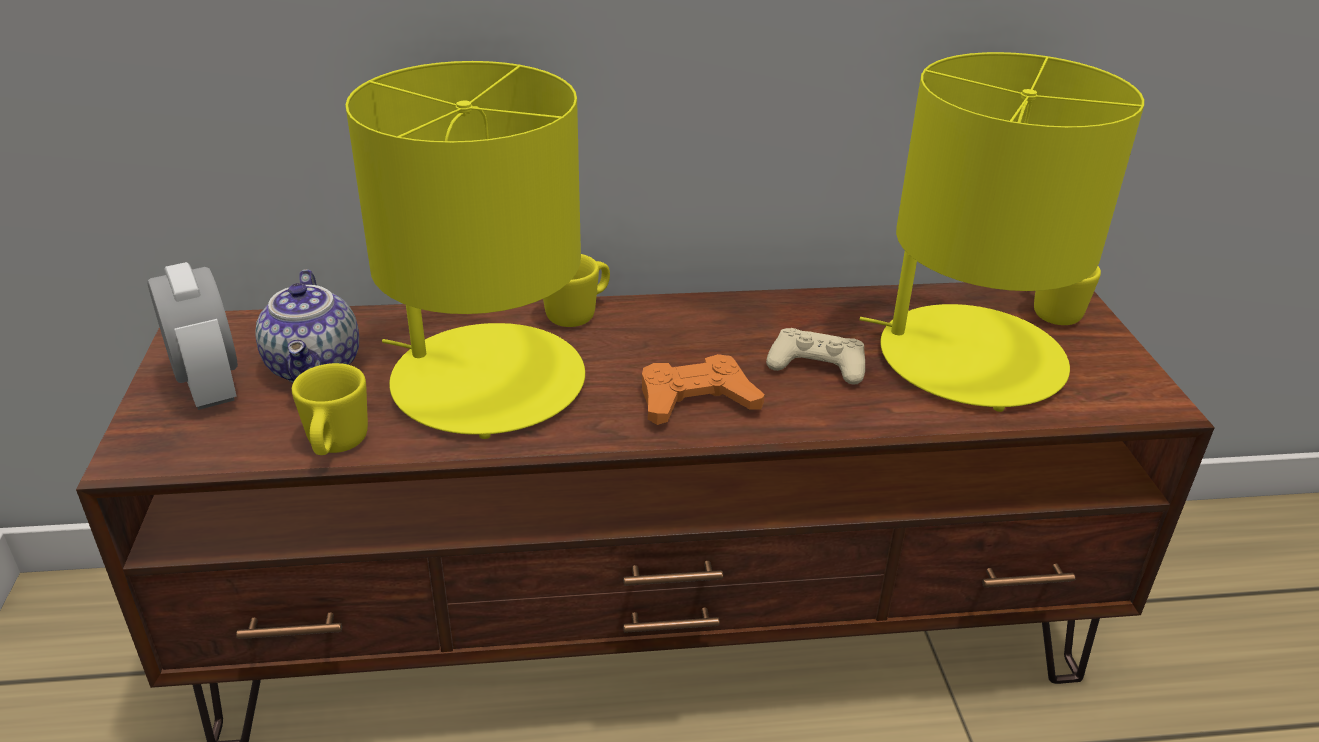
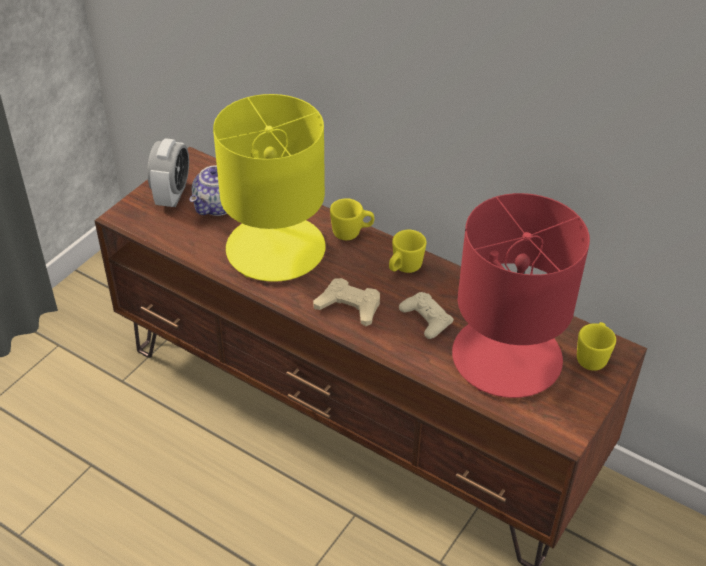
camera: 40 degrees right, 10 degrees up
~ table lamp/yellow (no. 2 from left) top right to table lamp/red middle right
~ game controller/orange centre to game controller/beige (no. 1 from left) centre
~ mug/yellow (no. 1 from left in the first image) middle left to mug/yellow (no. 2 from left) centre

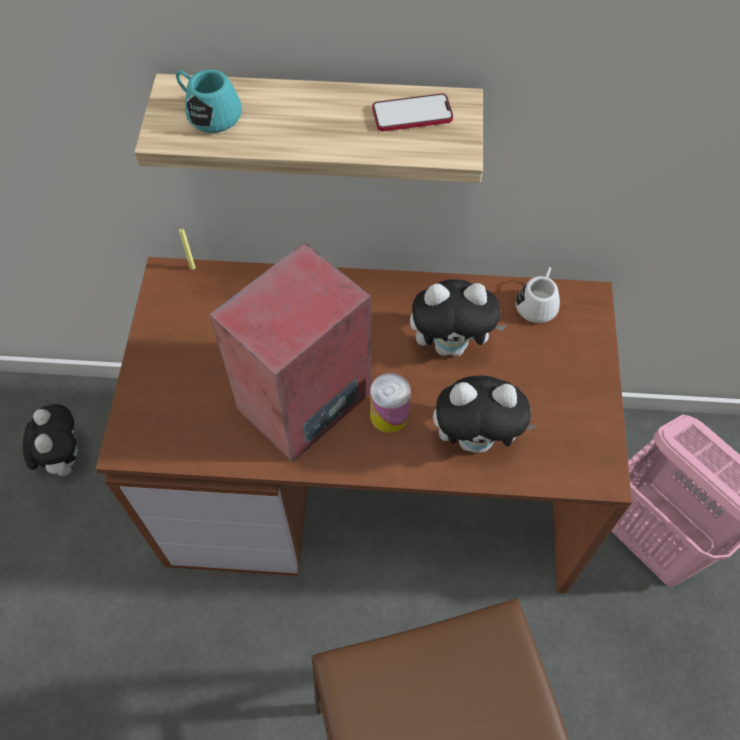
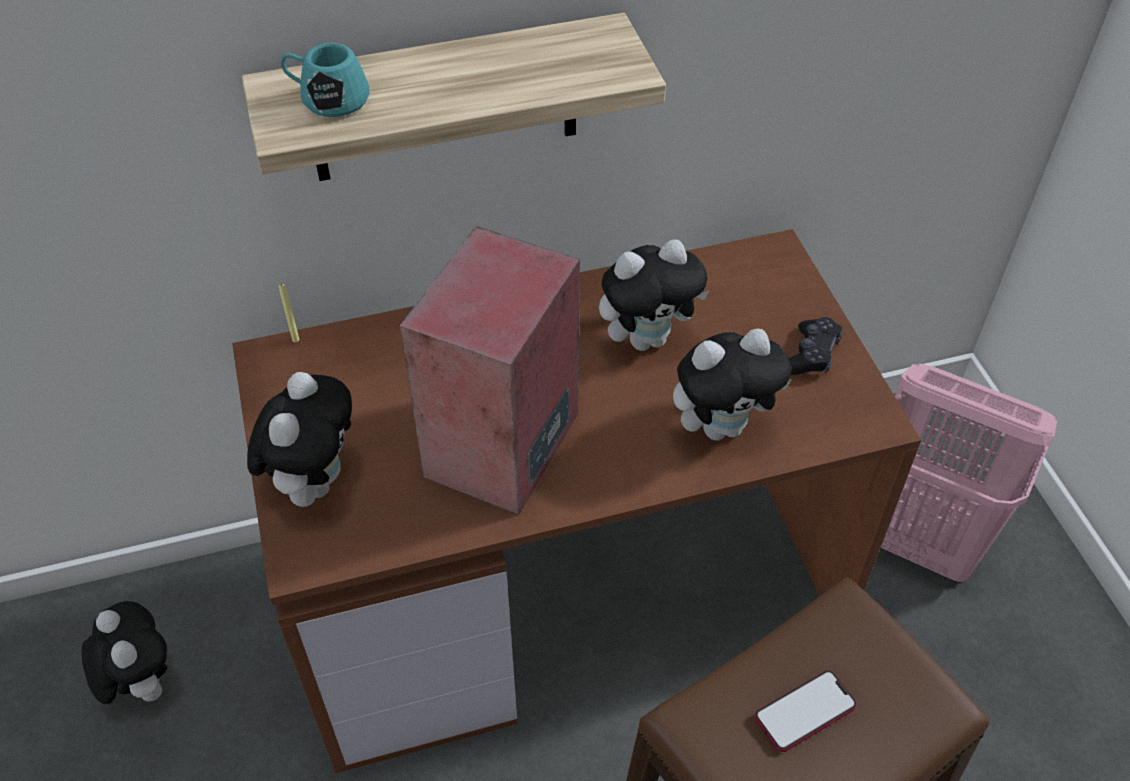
camera: 20 degrees left, 10 degrees down
~ phone top centre to bottom right
- mug/white middle right
- can centre
+ game controller/black middle right
+ plush toy (no. 2 from left) middle left

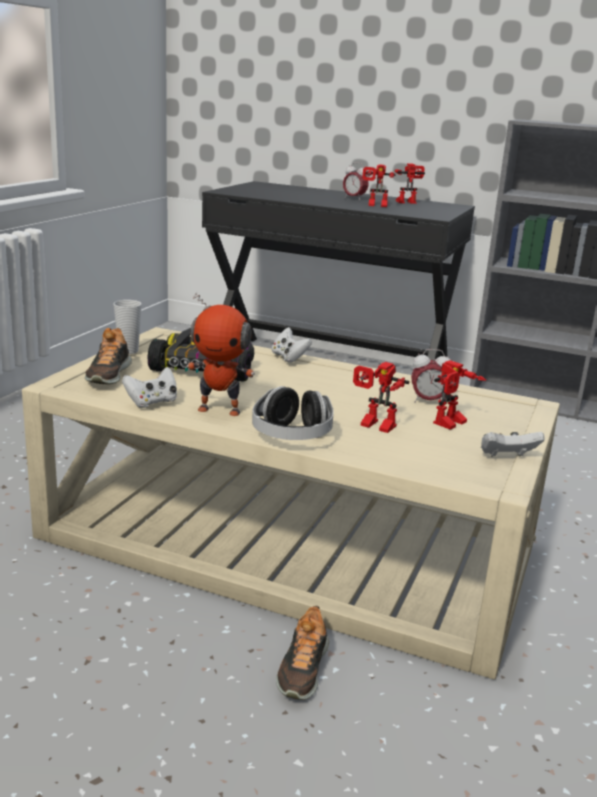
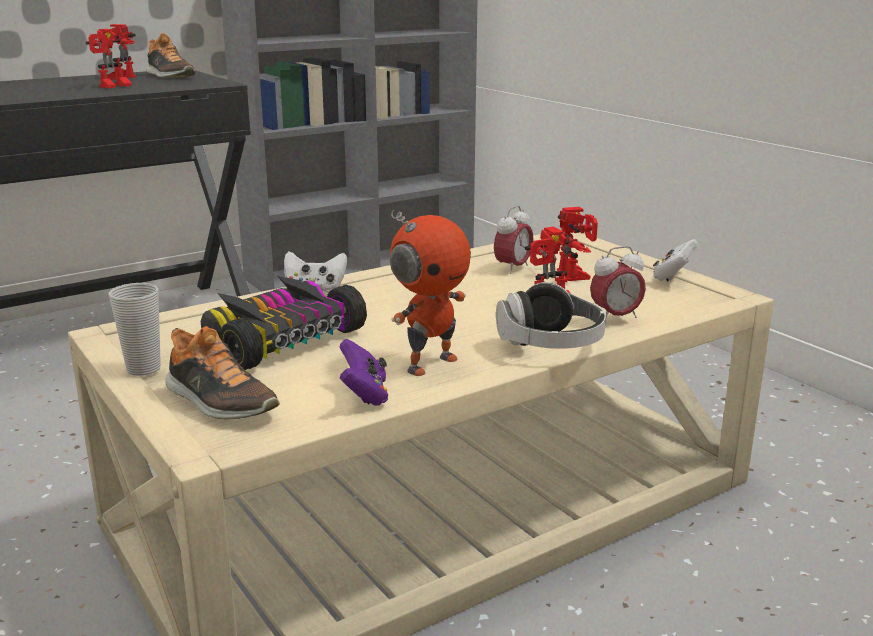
camera: 55 degrees left, 0 degrees up
~ alarm clock (no. 1 from left in the first image) top centre to alarm clock (no. 2 from left) middle right
~ game controller/white (no. 1 from left) middle left to game controller/purple centre
~ shoe (no. 2 from left in the first image) bottom centre to shoe (no. 1 from left) top left

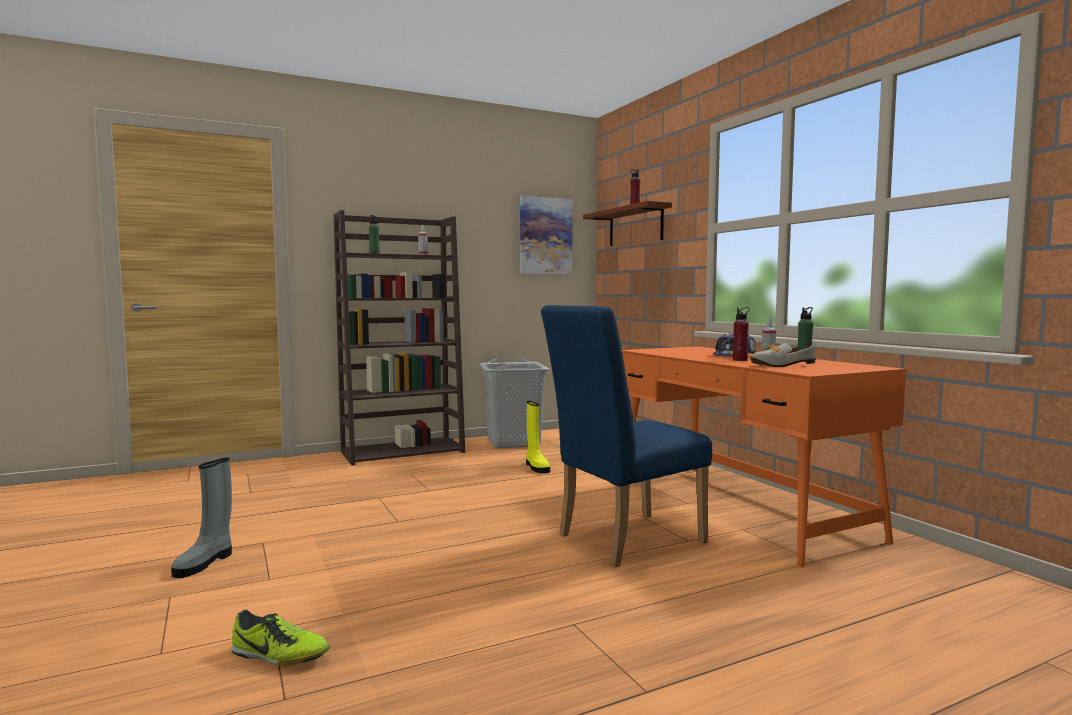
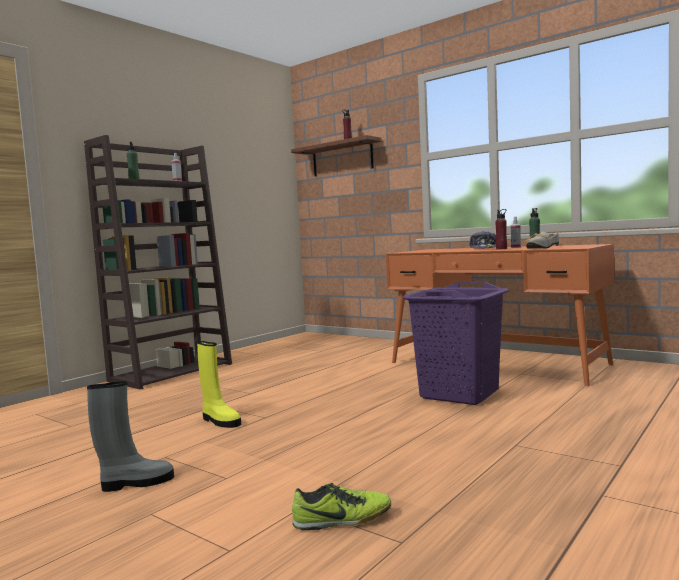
camera: 25 degrees left, 0 degrees up
- picture top centre
~ chair/blue centre to laundry basket/purple middle right
- laundry basket/grey centre
~ boot/yellow centre to middle left
~ boot/grey bottom left = bottom left 105 degrees counterclockwise

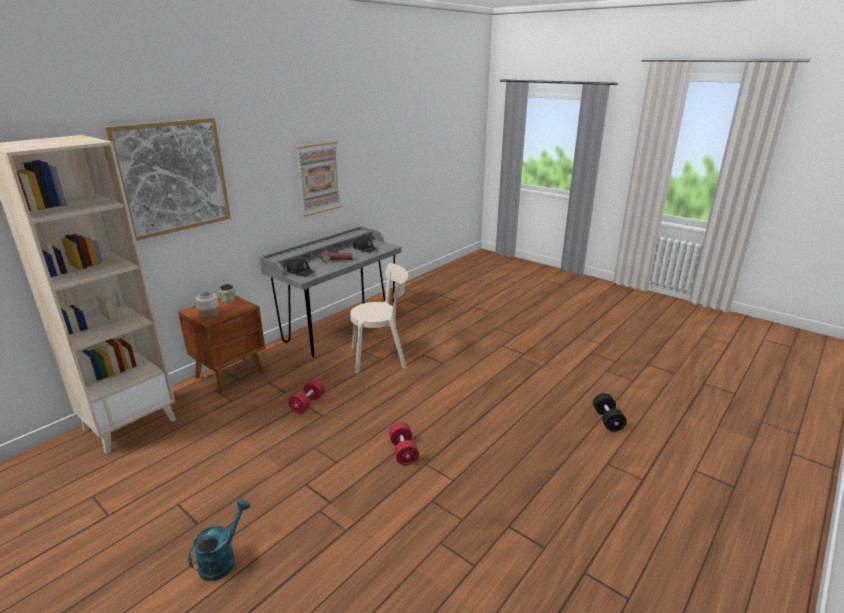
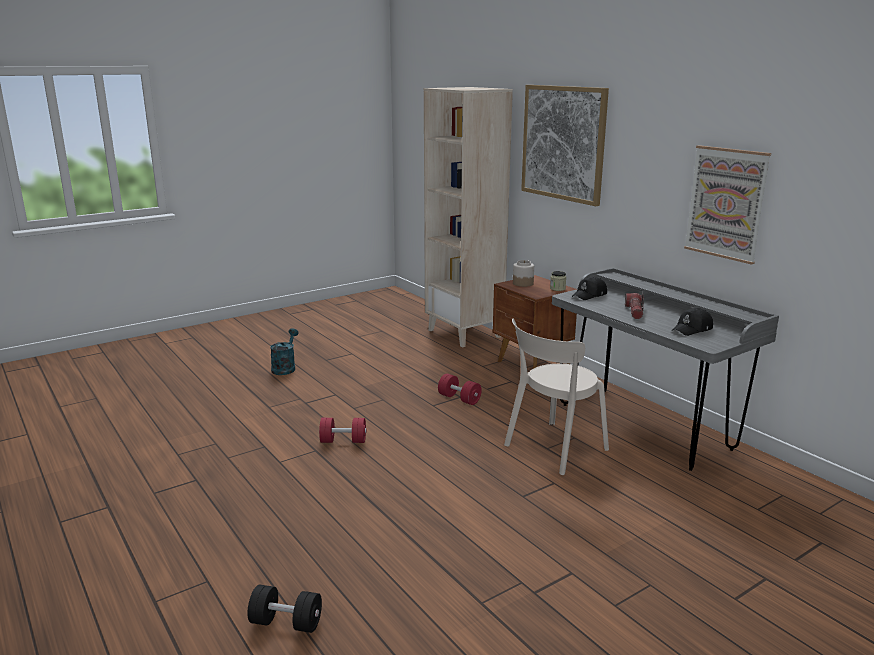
camera: 105 degrees right, 5 degrees down
~ chair/beige centre = centre 45 degrees clockwise
~ watering can/turquoise bottom left = middle left 120 degrees counterclockwise

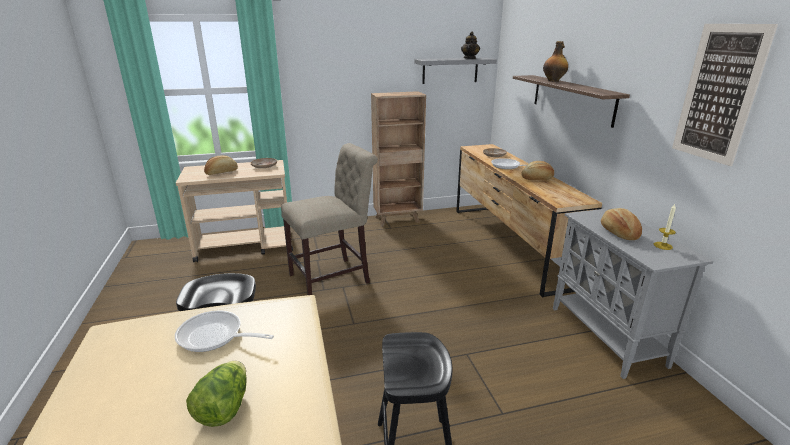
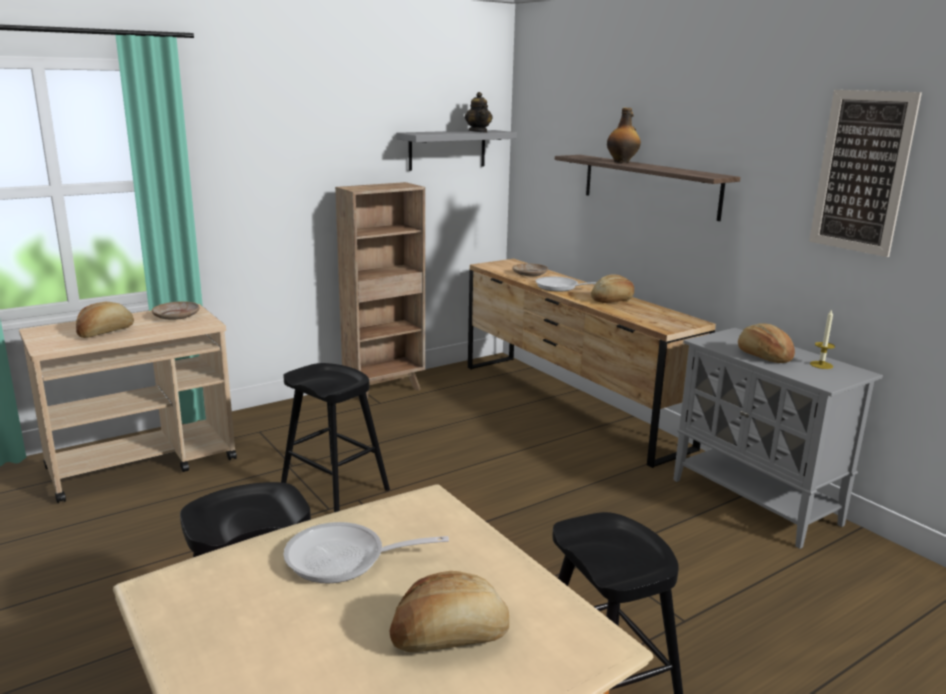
camera: 20 degrees left, 5 degrees down
~ chair/beige centre to stool/black (no. 2 from left) centre
~ lettuce bottom left to bread (no. 2 from left) bottom centre

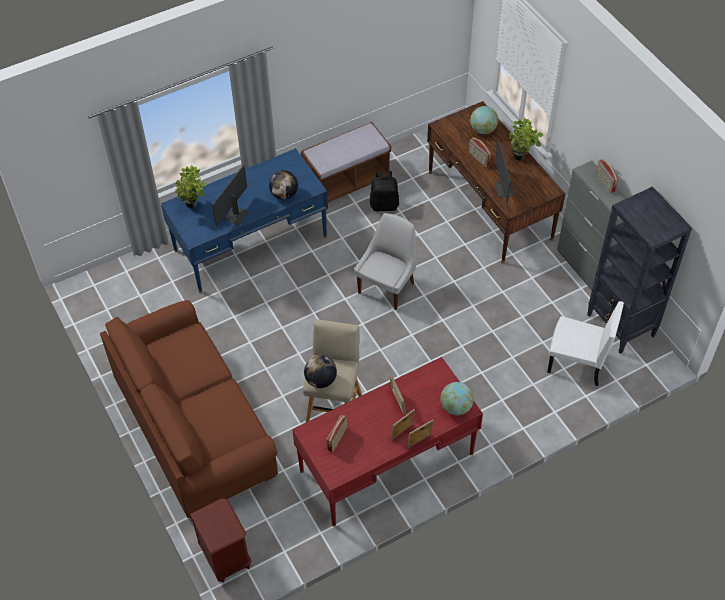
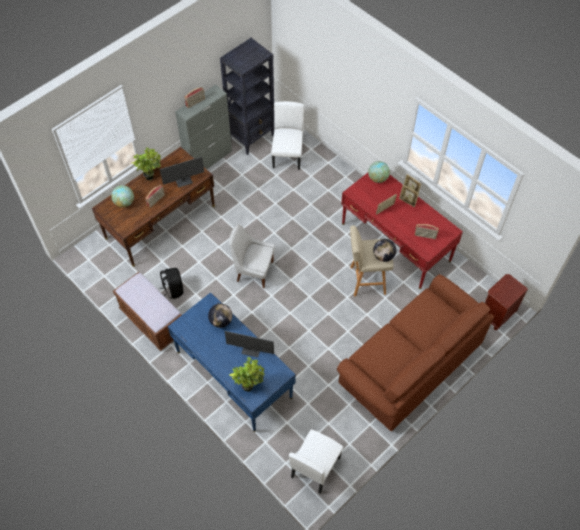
camera: 105 degrees left, 5 degrees up
+ chair/white (no. 3 from left) bottom centre

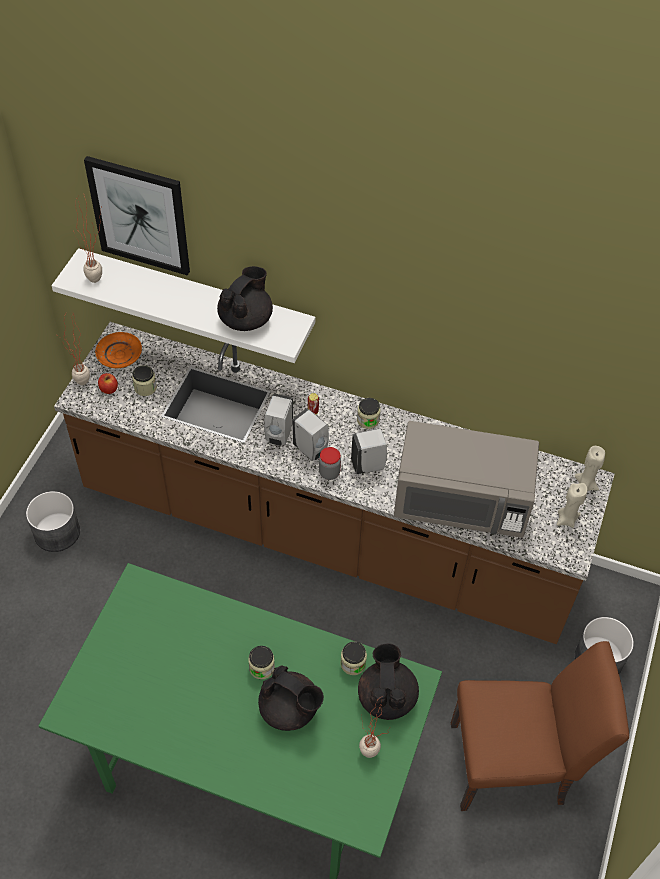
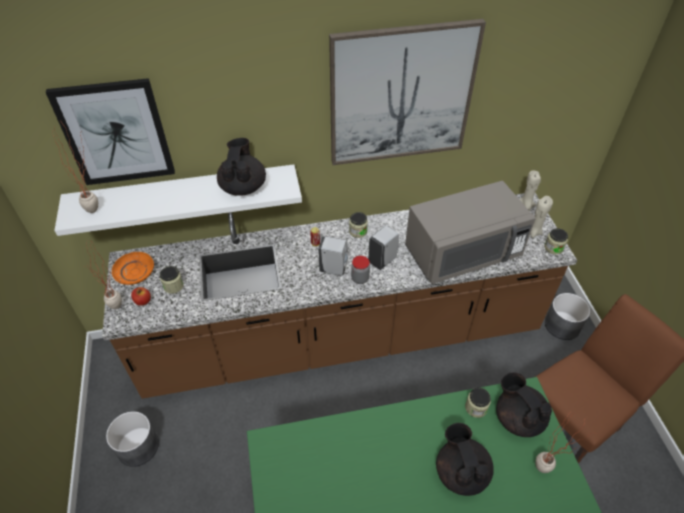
camera: 30 degrees left, 5 degrees down
- soap dispenser/white (no. 1 from left) centre
~ jar (no. 2 from left in the first image) bottom centre to jar (no. 5 from left) middle right
~ teapot/black (no. 2 from left) bottom centre = bottom right 105 degrees counterclockwise
+ picture (no. 2 from left) top centre

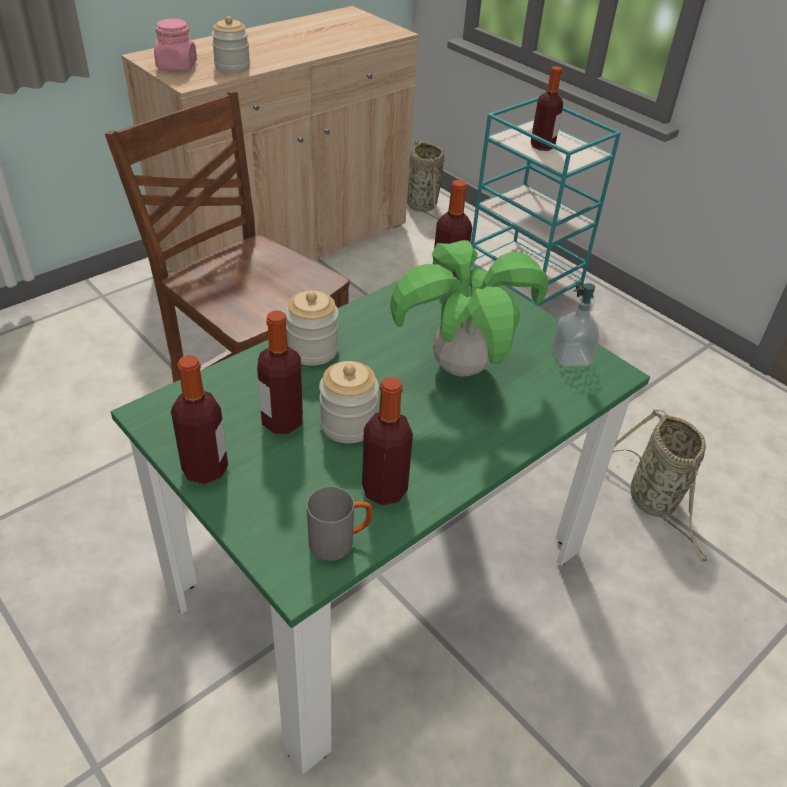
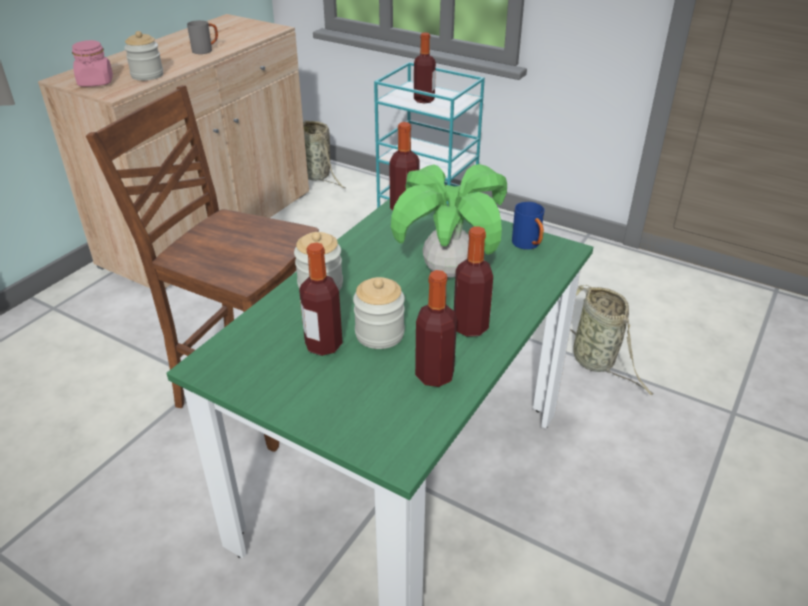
camera: 15 degrees left, 5 degrees down
~ soap dispenser middle right to mug/blue centre
~ bottle (no. 1 from left in the first image) middle left to bottle (no. 5 from left) centre
~ mug/grey centre to top left

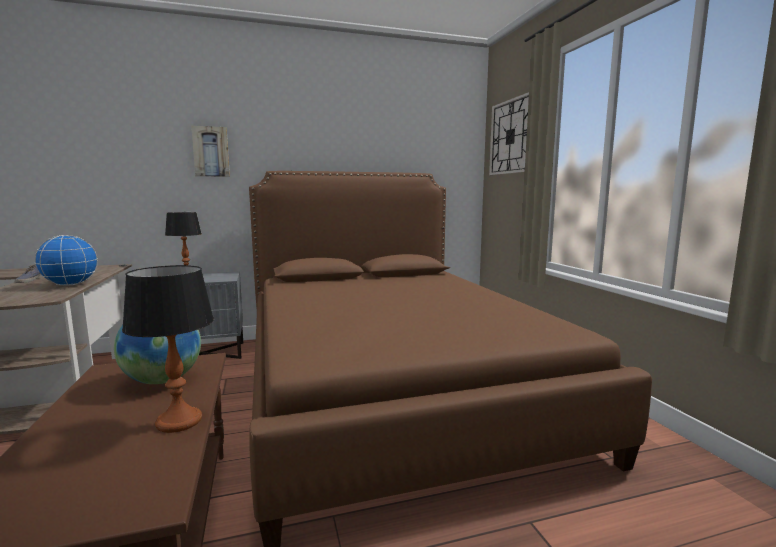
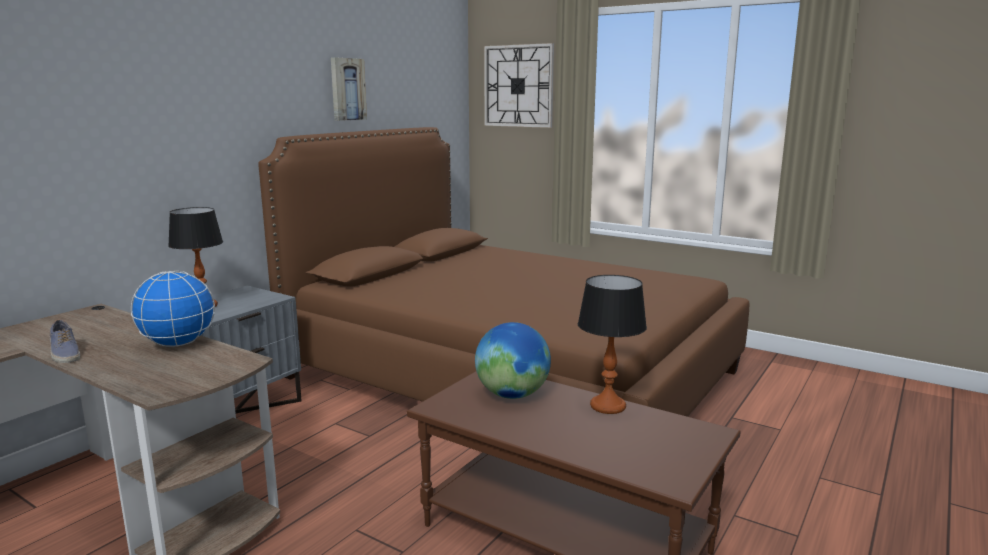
camera: 40 degrees left, 5 degrees up
~ picture top left to top centre

